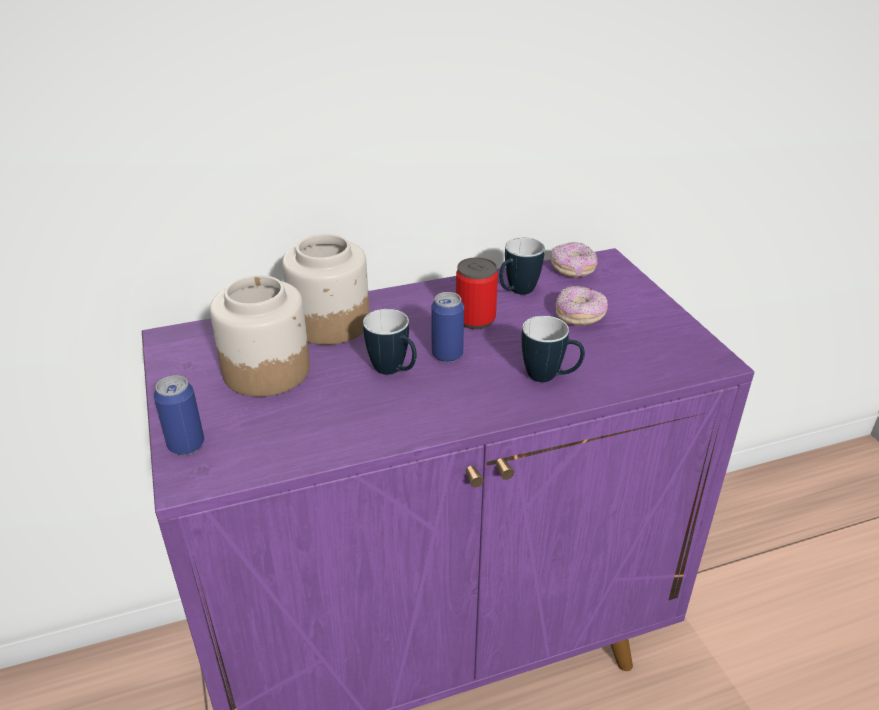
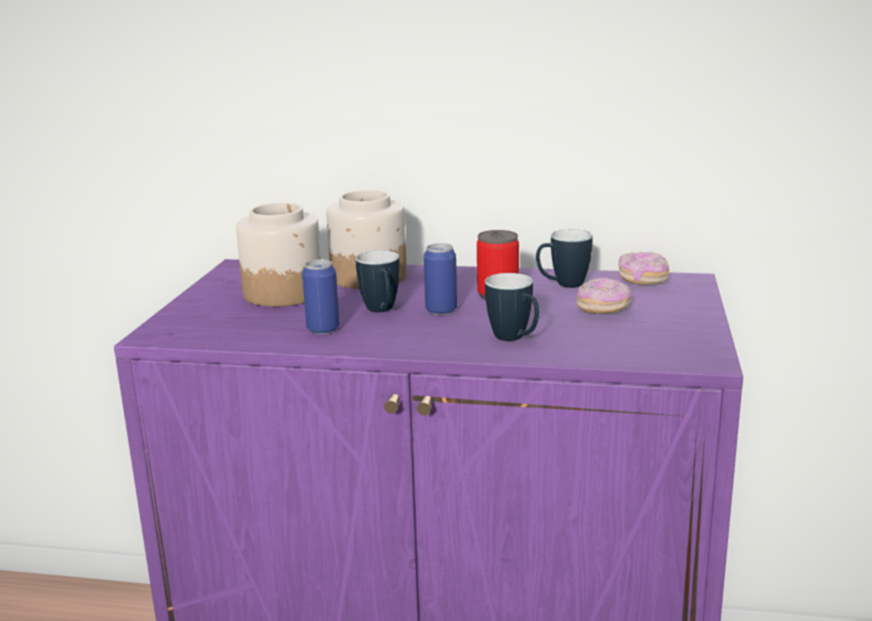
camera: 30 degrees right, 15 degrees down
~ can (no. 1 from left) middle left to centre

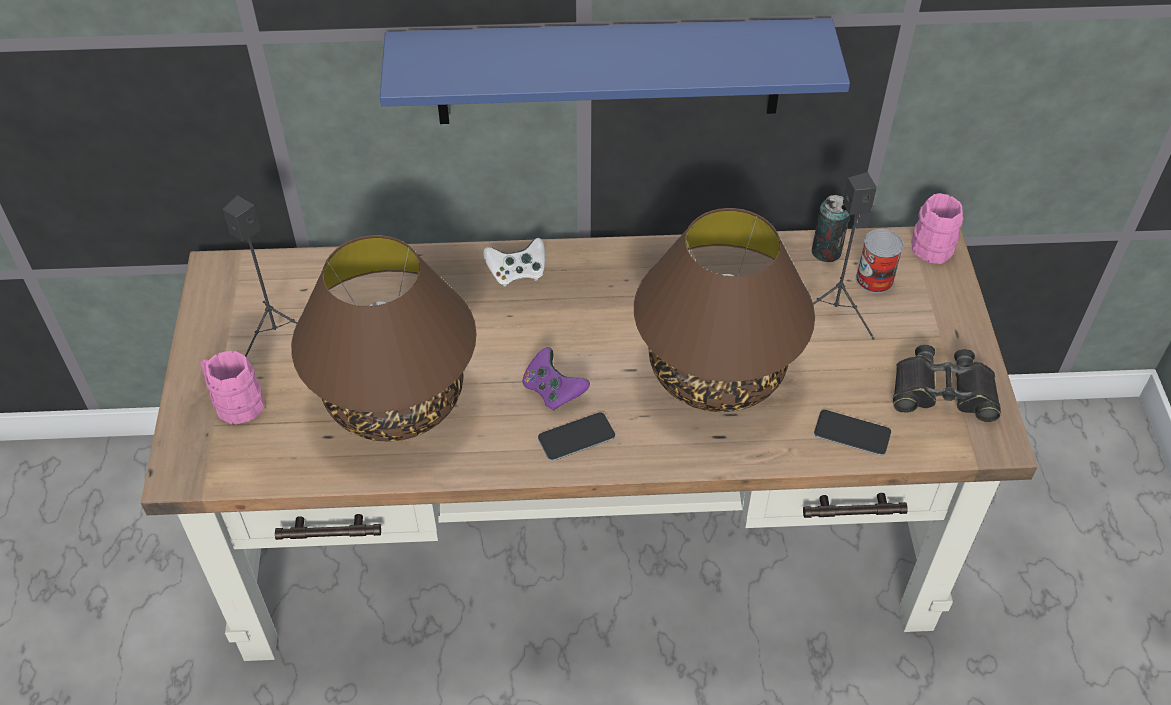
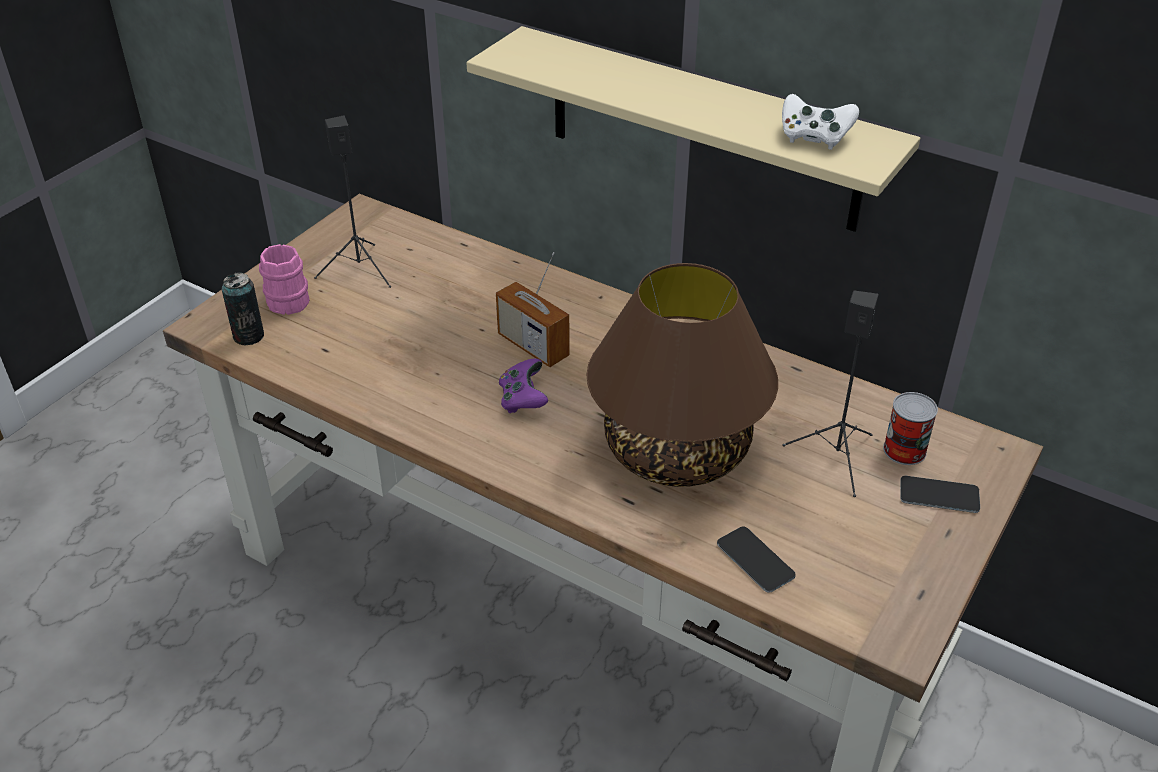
camera: 35 degrees right, 10 degrees down
~ shelf/blue top centre to shelf/beige top centre
- mug/pink (no. 2 from left) top right
~ can (no. 1 from left) top right to middle left
- table lamp/brown (no. 1 from left) middle left
~ game controller/white centre to top right
- binoculars/black middle right
~ phone (no. 1 from left in the first image) centre to phone (no. 2 from left) middle right
+ radio centre

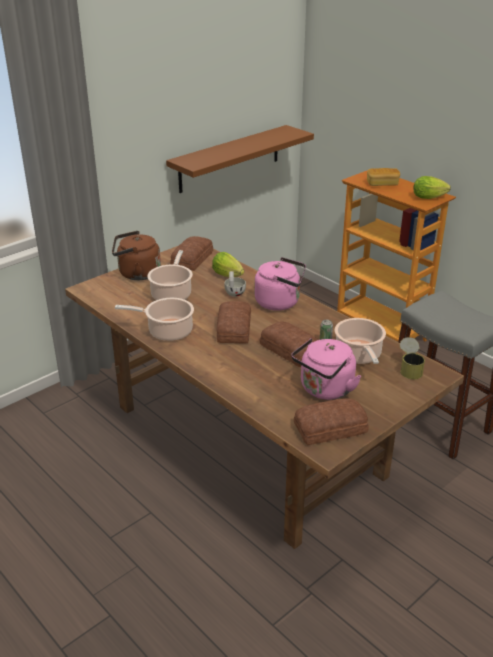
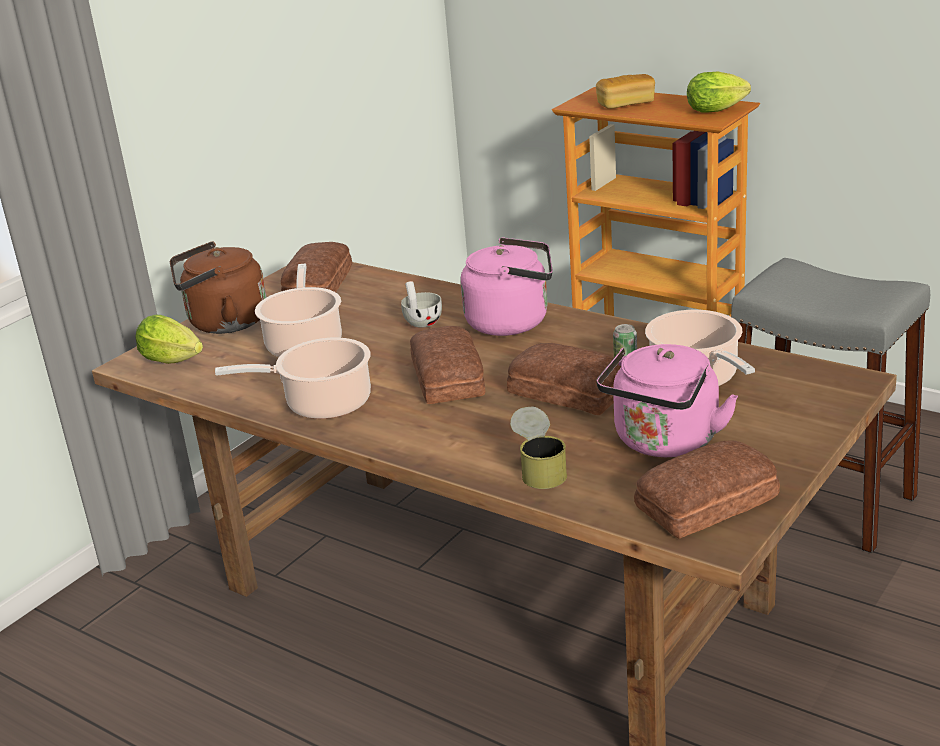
camera: 10 degrees left, 5 degrees down
- shelf/brown top centre
~ lettuce (no. 1 from left) centre to middle left
~ can (no. 2 from left in the first image) middle right to can (no. 1 from left) centre

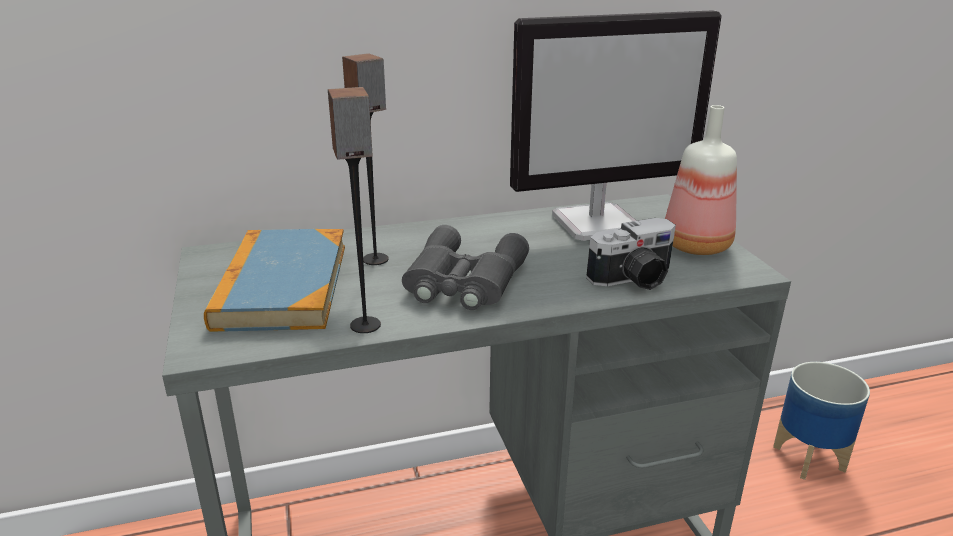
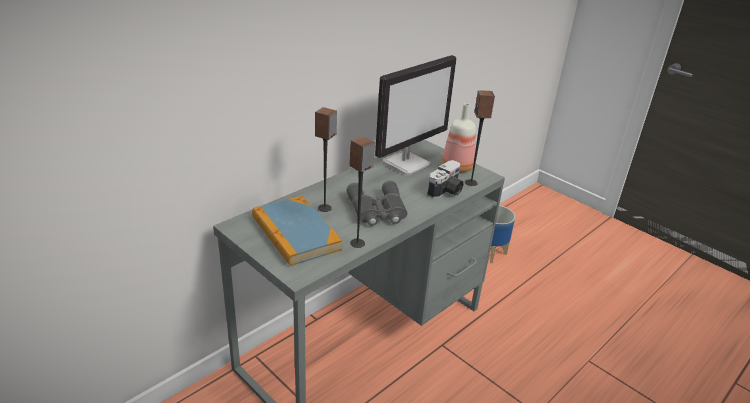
camera: 30 degrees left, 5 degrees up
+ speaker (no. 3 from left) centre

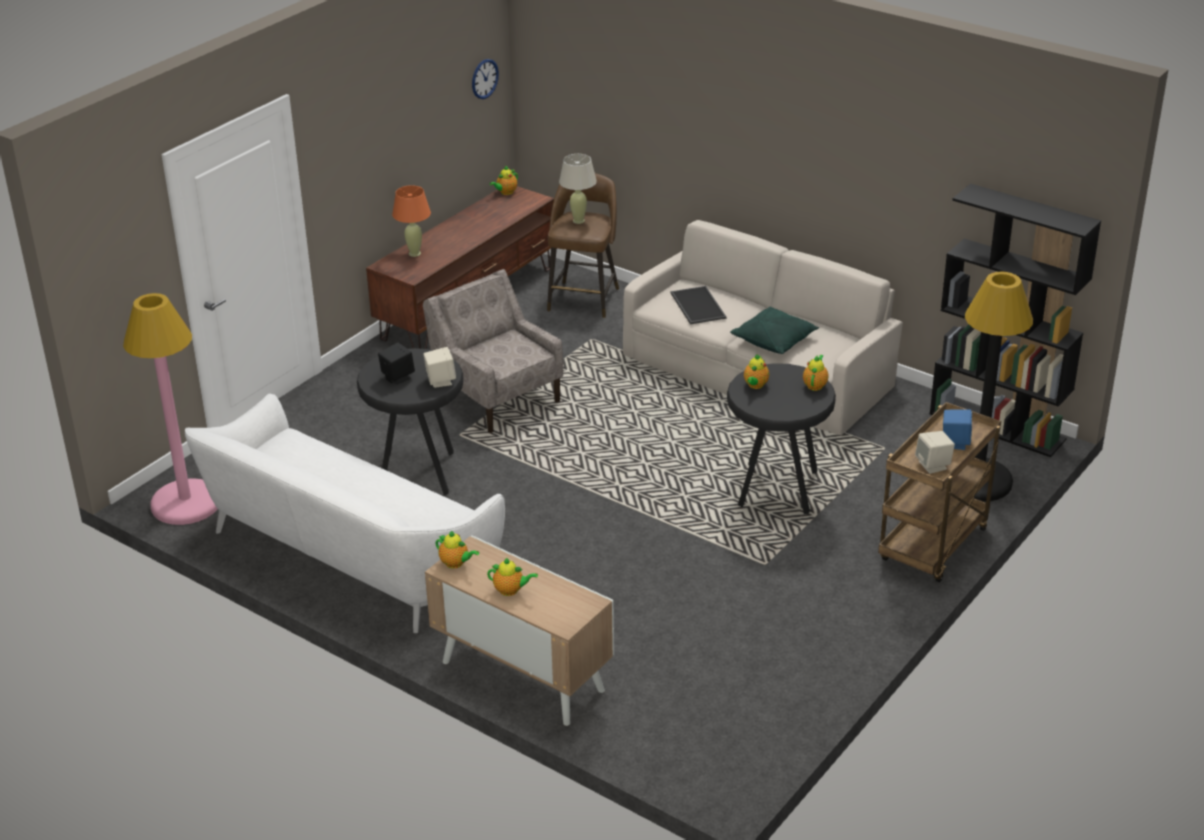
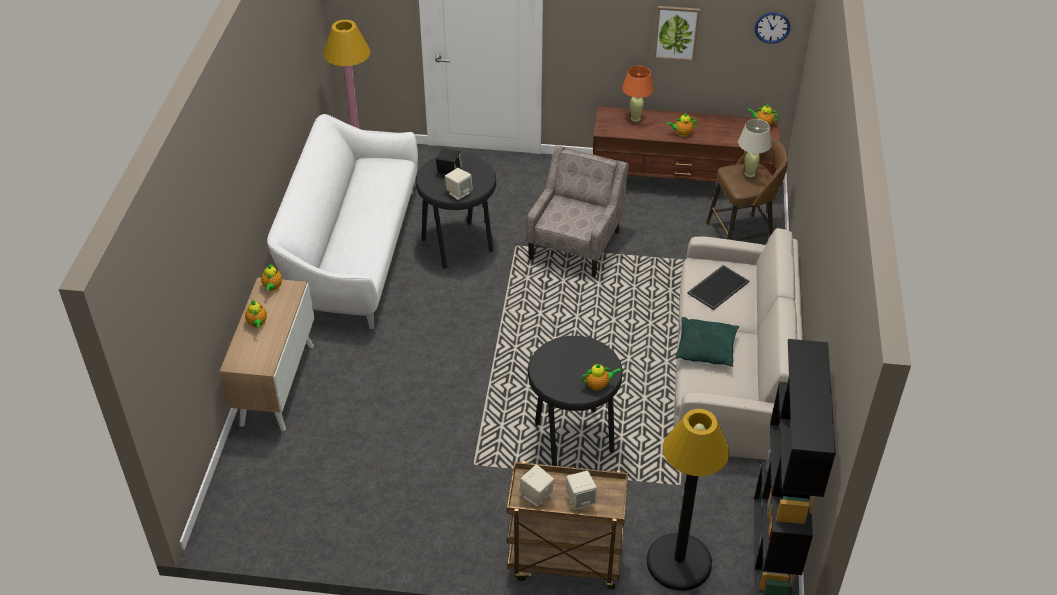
camera: 60 degrees right, 10 degrees up
~ teapot (no. 4 from left) centre to top centre
~ speaker/blue middle right to speaker/beige (no. 3 from left) bottom centre
+ picture top centre

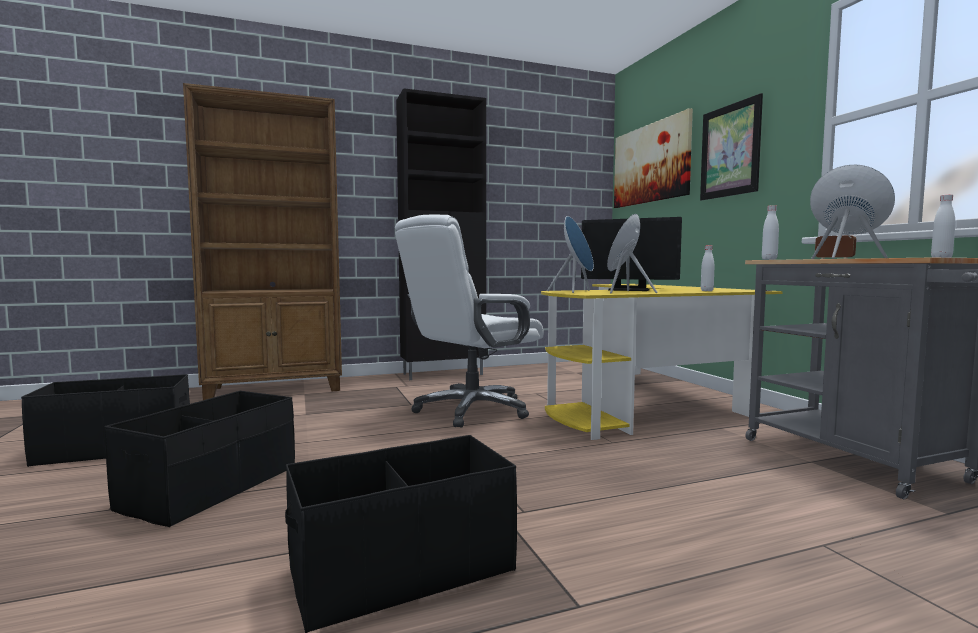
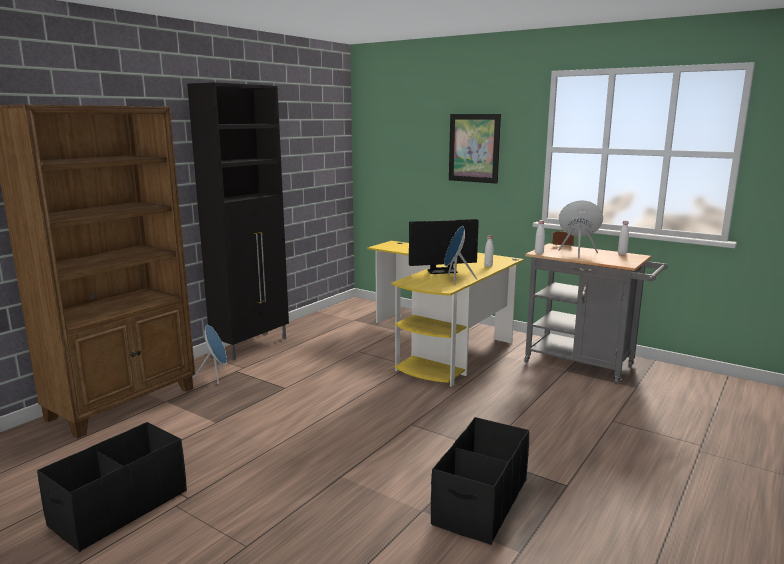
camera: 35 degrees left, 10 degrees up
- picture (no. 1 from left) top right
- office chair/white centre
~ speaker/blue (no. 1 from left) centre to middle left
- storage box/black (no. 2 from left) bottom left

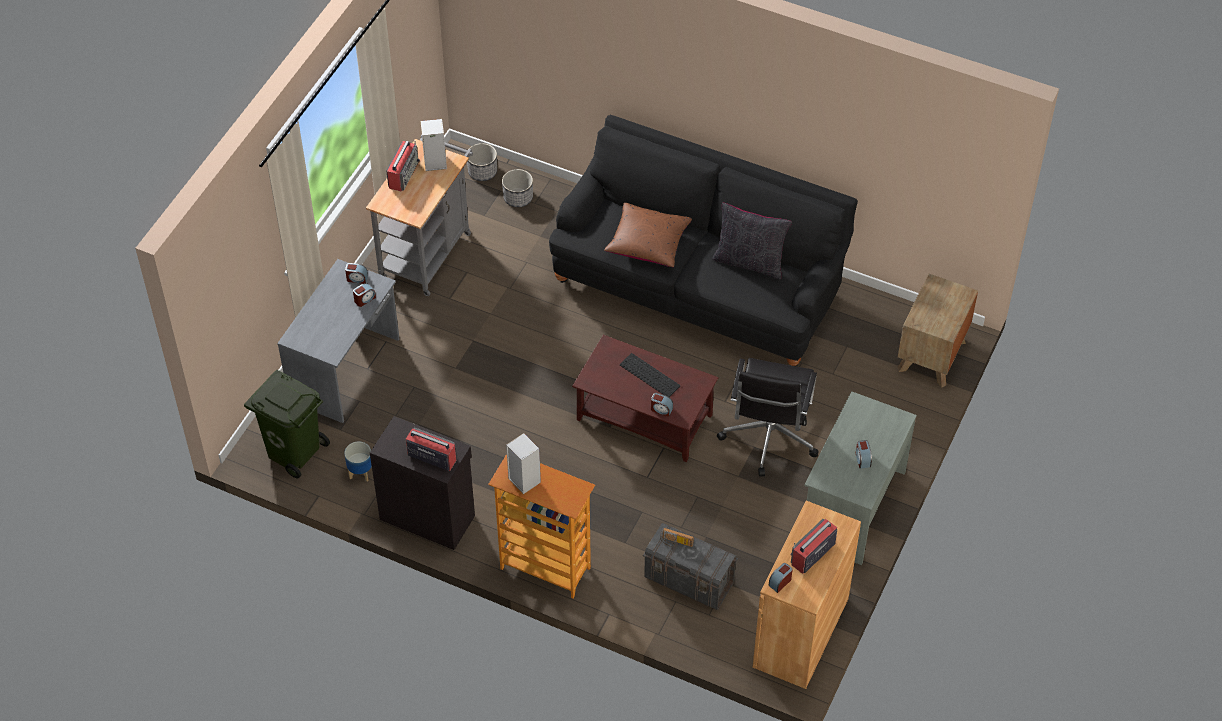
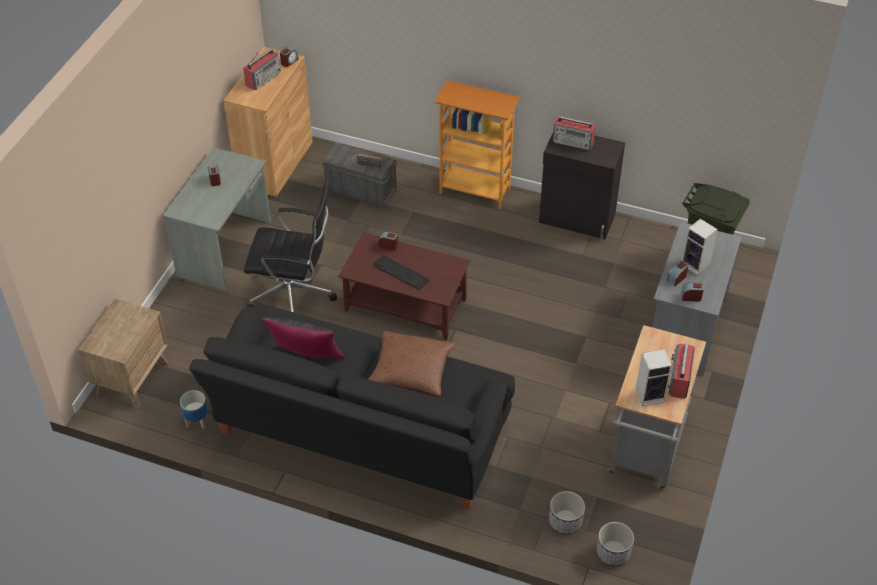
camera: 175 degrees right, 5 degrees down
~ office chair/black centre = middle left 90 degrees clockwise
~ speaker (no. 2 from left) centre to middle right
~ planter (no. 1 from left) middle left to bottom left

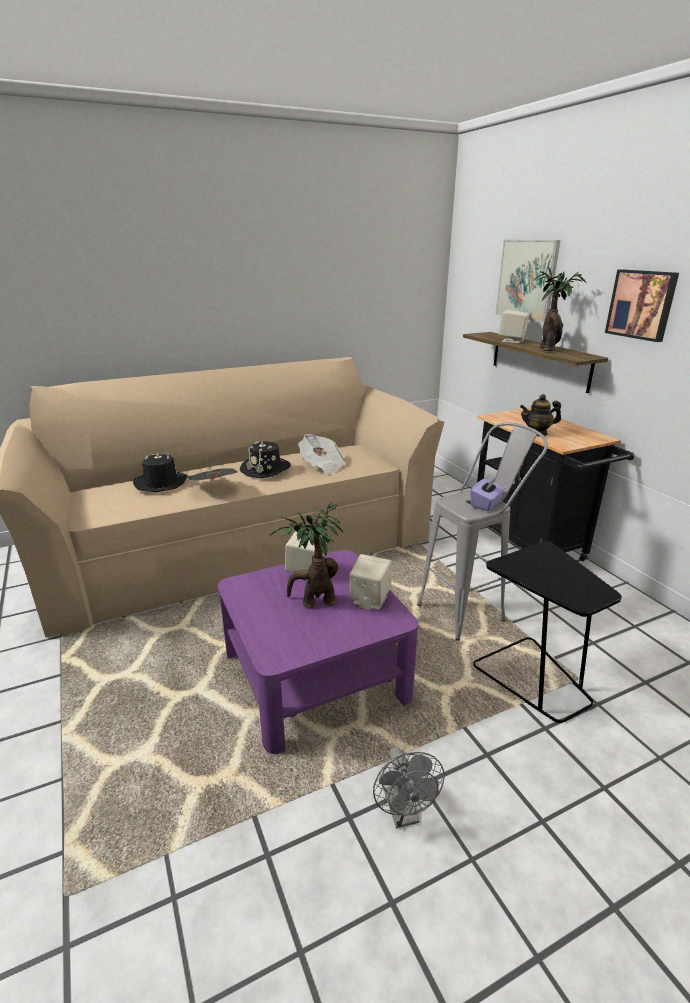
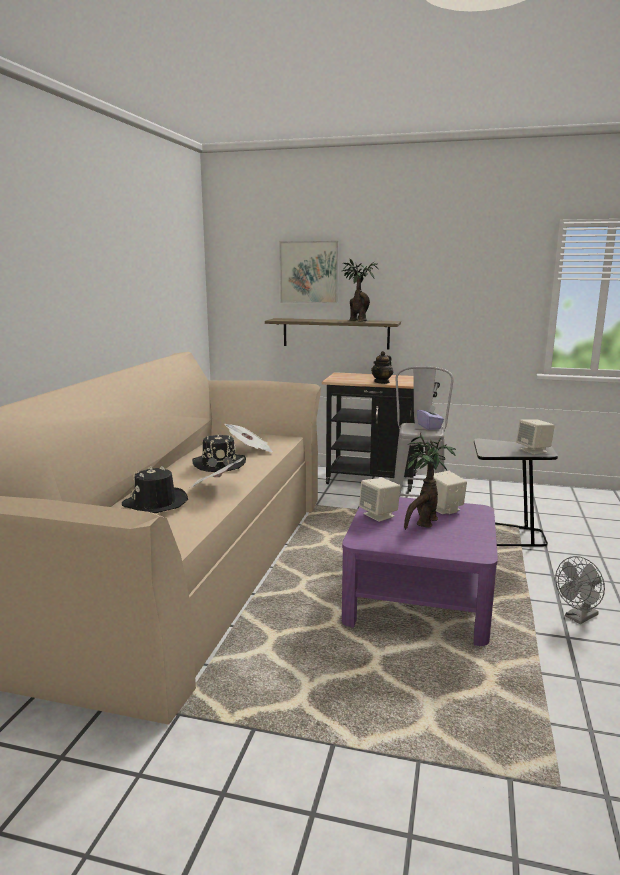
camera: 50 degrees left, 10 degrees down
- picture (no. 2 from left) top right
~ speaker/beige (no. 3 from left) top right to middle right
~ fan/grey bottom centre = bottom right 120 degrees clockwise

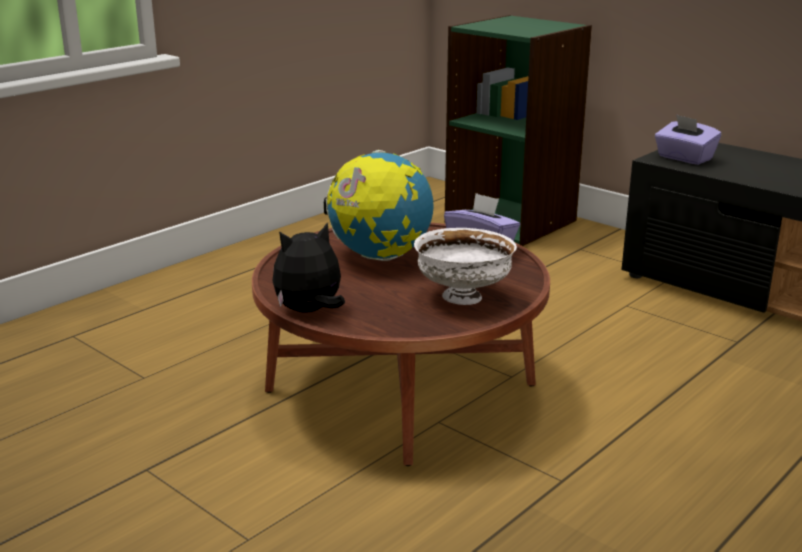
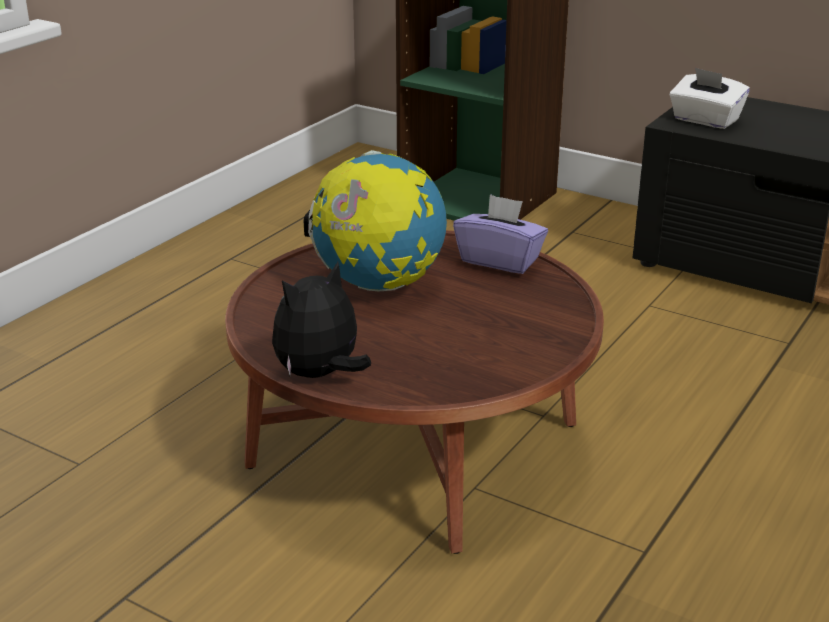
camera: 10 degrees left, 5 degrees up
~ tissue box/purple (no. 2 from left) top right to tissue box/white top right
- bowl/white centre

